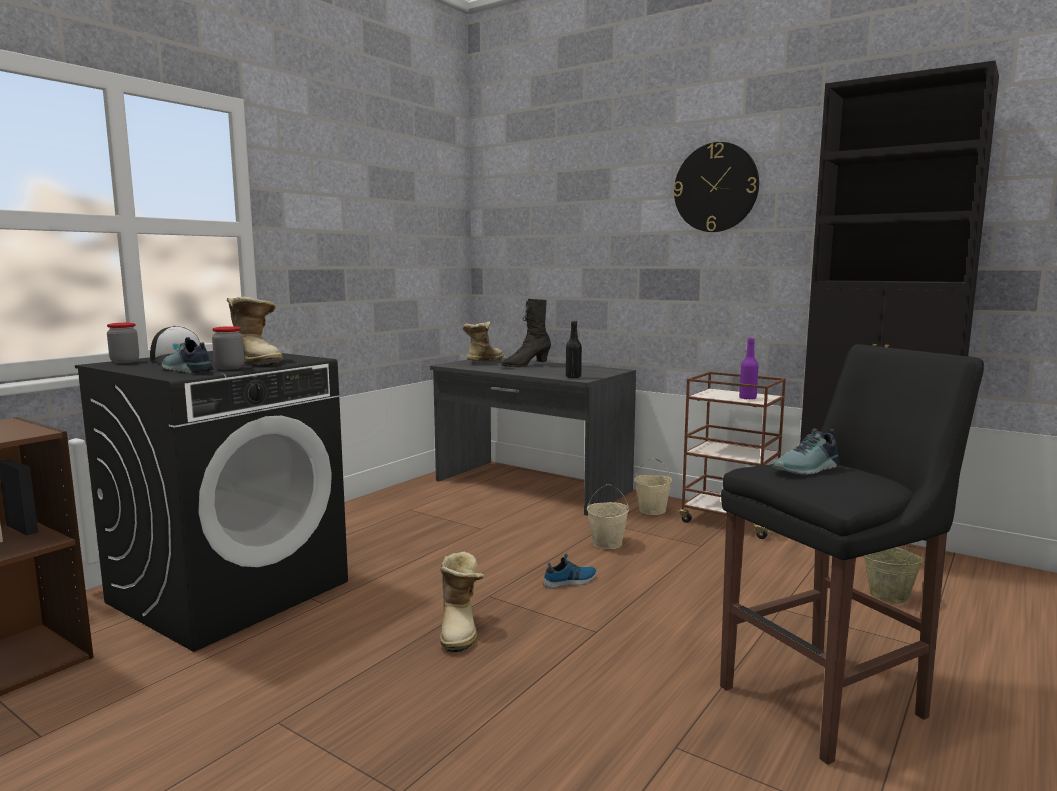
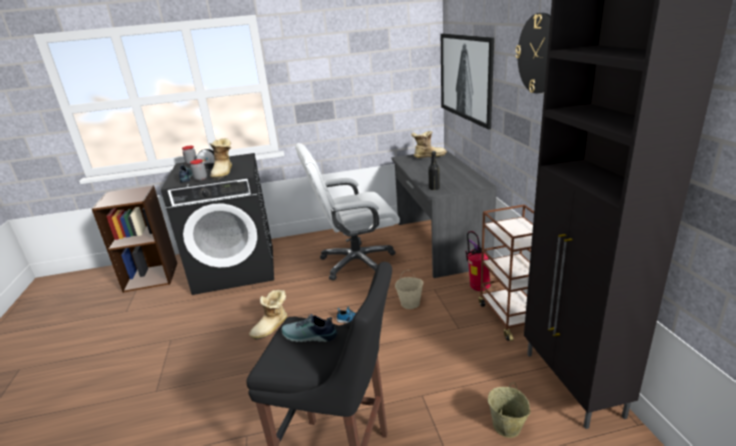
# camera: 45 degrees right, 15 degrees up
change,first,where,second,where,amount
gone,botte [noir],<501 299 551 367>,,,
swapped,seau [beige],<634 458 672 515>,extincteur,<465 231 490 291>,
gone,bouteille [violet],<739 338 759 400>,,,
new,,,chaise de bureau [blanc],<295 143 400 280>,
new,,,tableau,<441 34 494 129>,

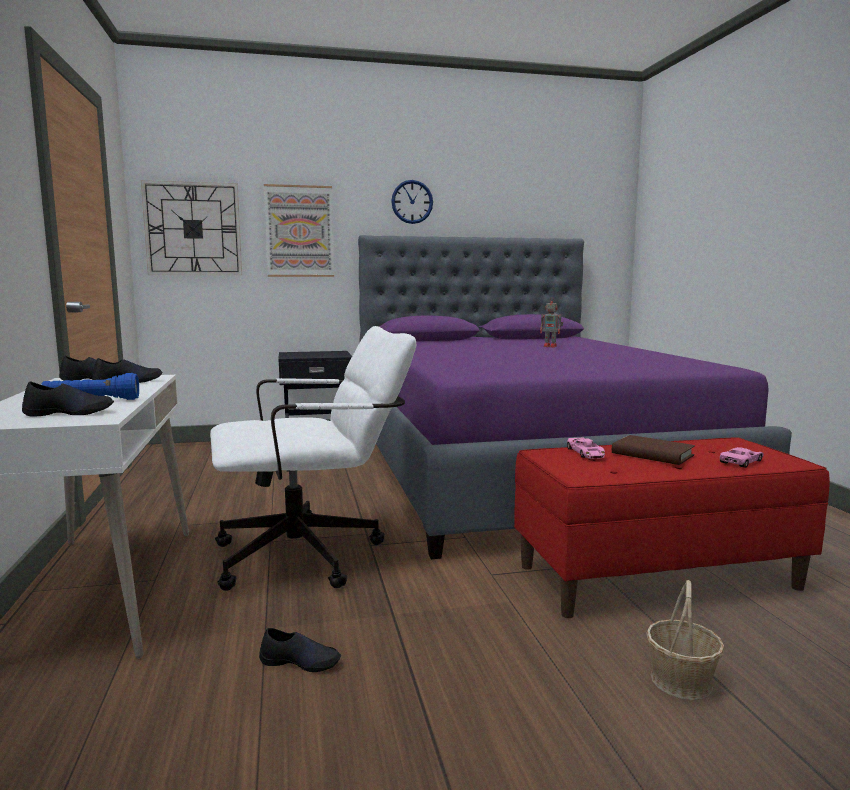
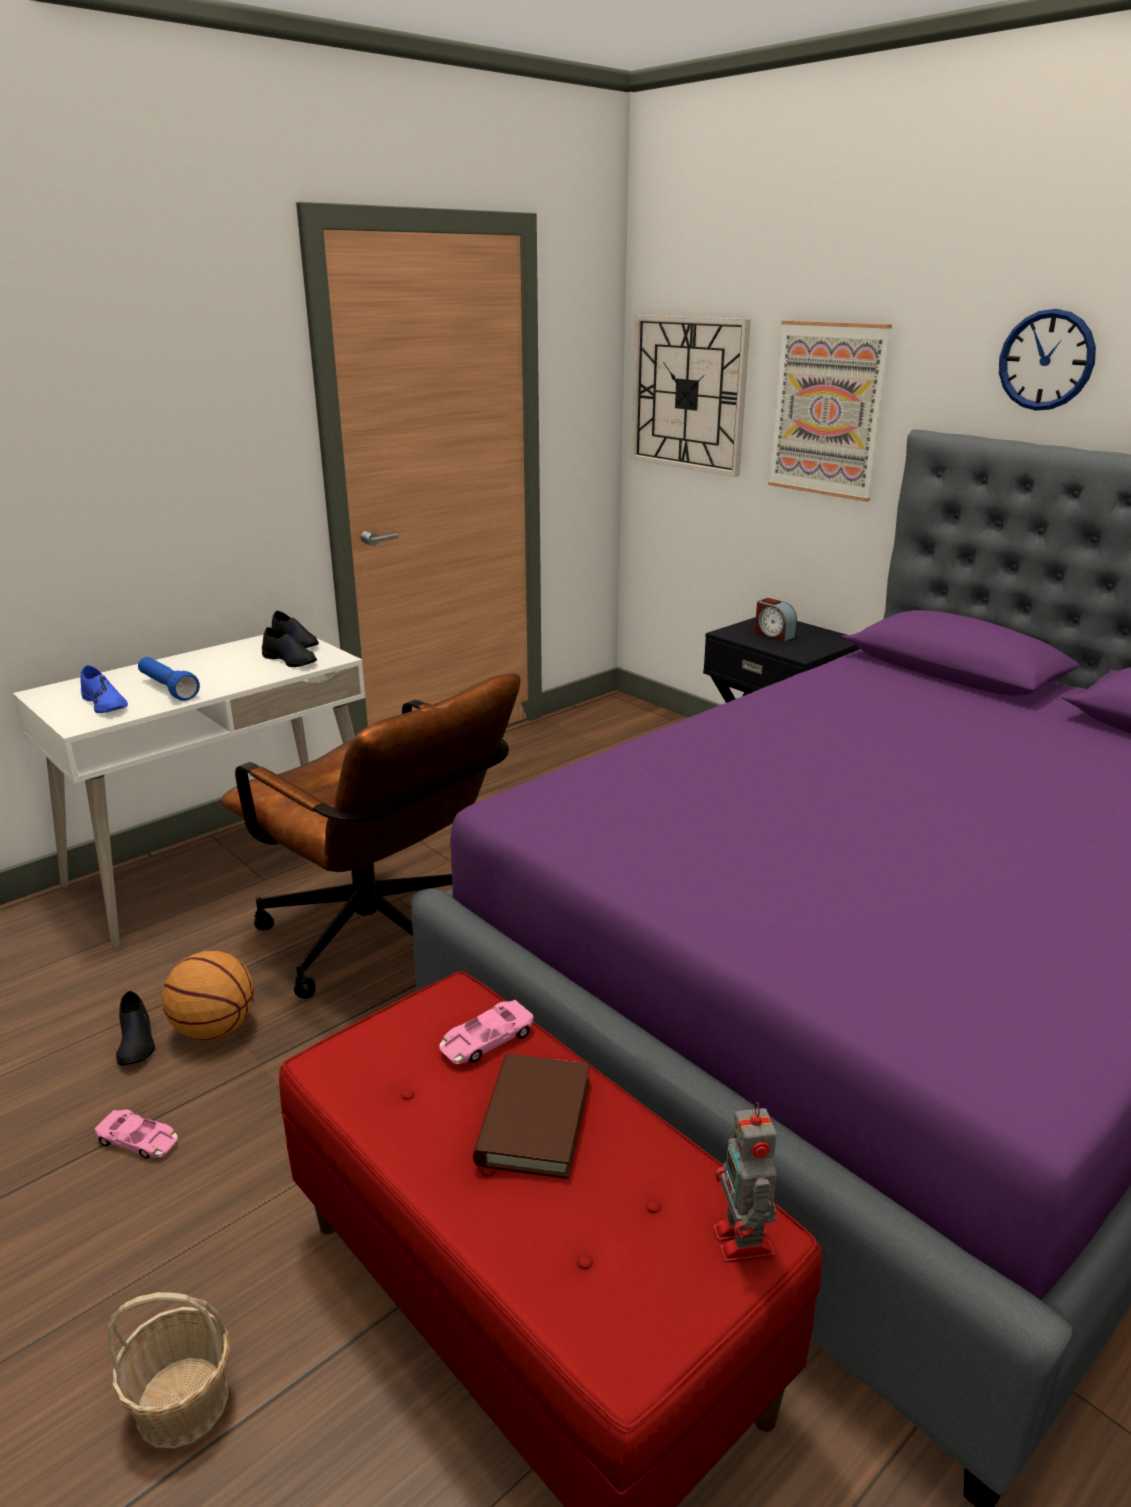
# camera: 60 degrees right, 15 degrees up
change,first,where,second,where,amount
repainted,chaussure [noir],<22 381 114 417>,chaussure [bleu],<81 665 128 713>,
repainted,chaise de bureau [blanc],<210 326 416 591>,chaise de bureau [marron],<221 673 520 999>,
shifted,robot jouet,<540 297 563 347>,,<714 1102 777 1263>,
shifted,petite voiture [rose],<720 447 764 468>,,<95 1109 178 1159>,
new,,,ballon de basket,<162 951 254 1040>,
new,,,réveil,<755 598 797 642>,

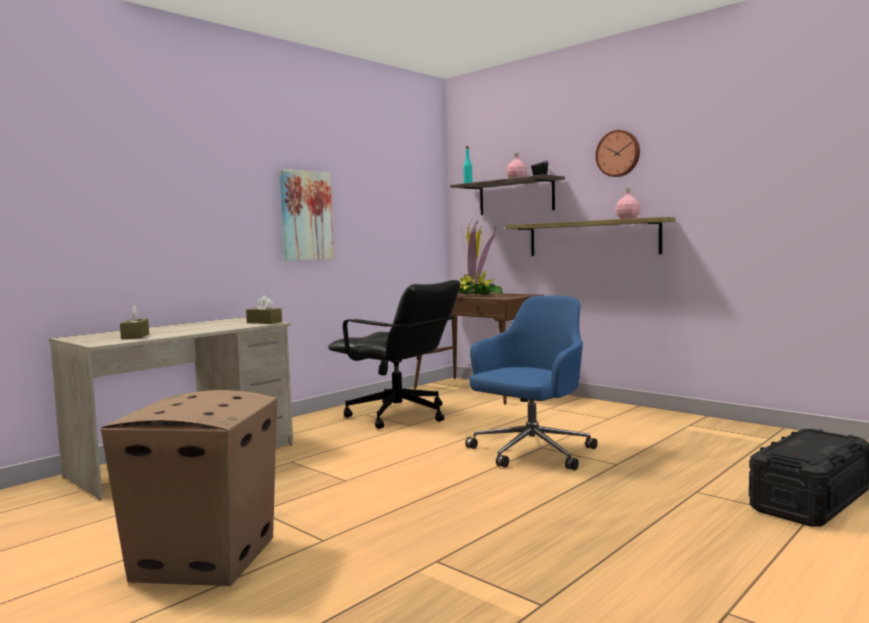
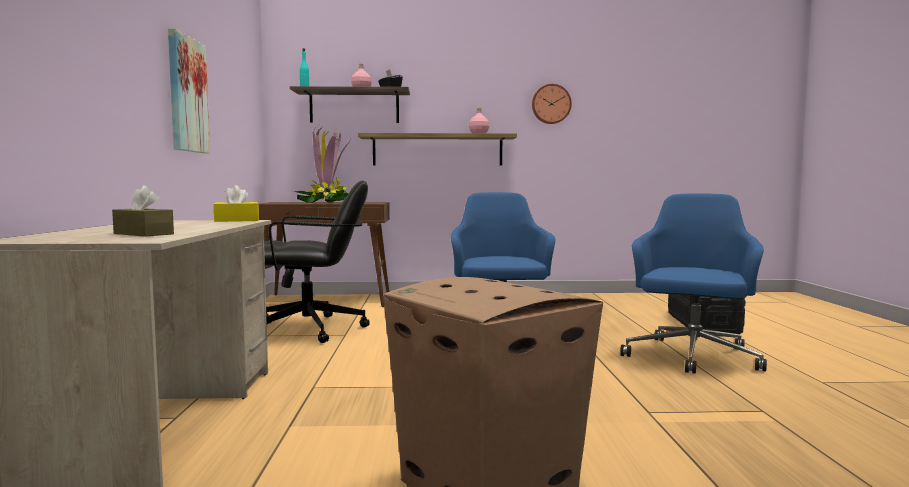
# camera: 45 degrees left, 0 degrees up
change,first,where,second,where,amount
repainted,boîte à mouchoirs [marron],<246 296 282 324>,boîte à mouchoirs [jaune],<213 185 259 222>,
shifted,horloge murale,<595 130 640 177>,,<532 84 572 124>,
new,,,chaise de bureau [bleu],<620 193 767 374>,

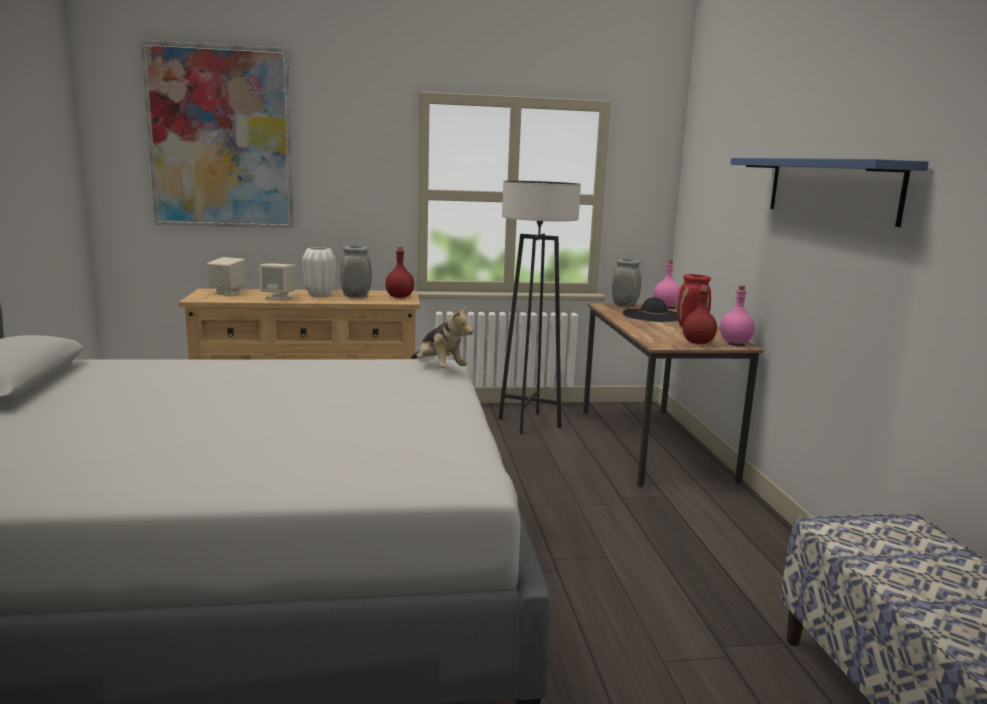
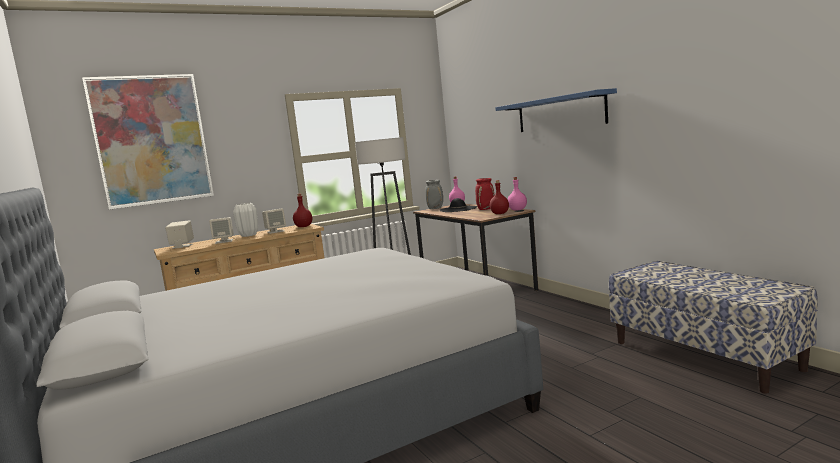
# camera: 20 degrees left, 5 degrees down
change,first,where,second,where,amount
swapped,vase [gris],<341 246 372 297>,enceinte [beige],<262 208 286 234>,
gone,peluche,<411 306 473 368>,,,

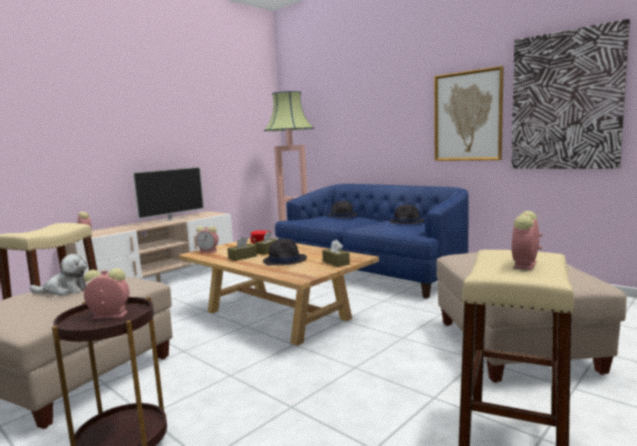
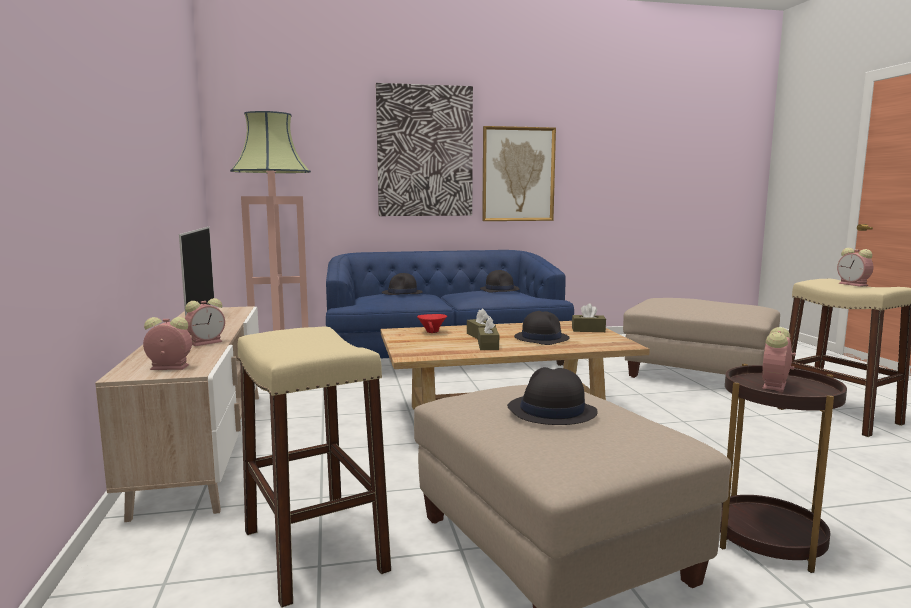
# camera: 55 degrees left, 0 degrees up
change,first,where,second,where,amount
swapped,peluche,<29 254 87 296>,chapeau [noir],<507 367 598 425>,
shifted,réveil,<196 226 219 253>,,<185 298 225 346>,
shifted,tableau,<511 19 630 169>,,<376 83 473 216>,

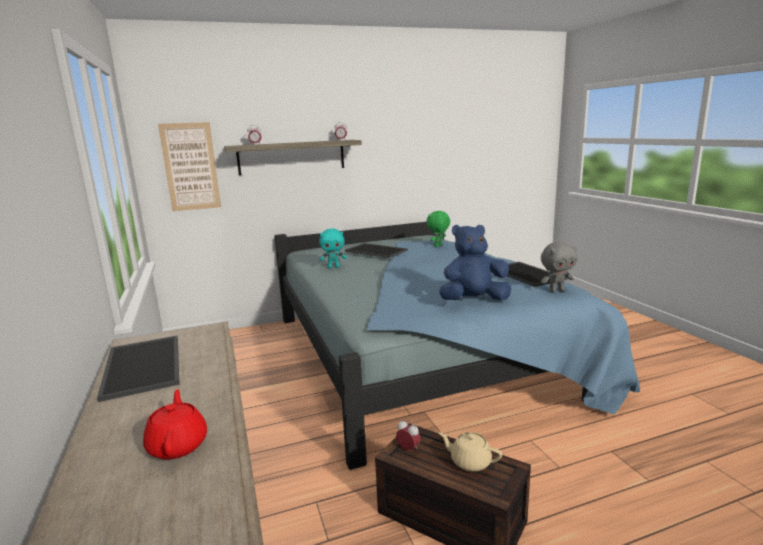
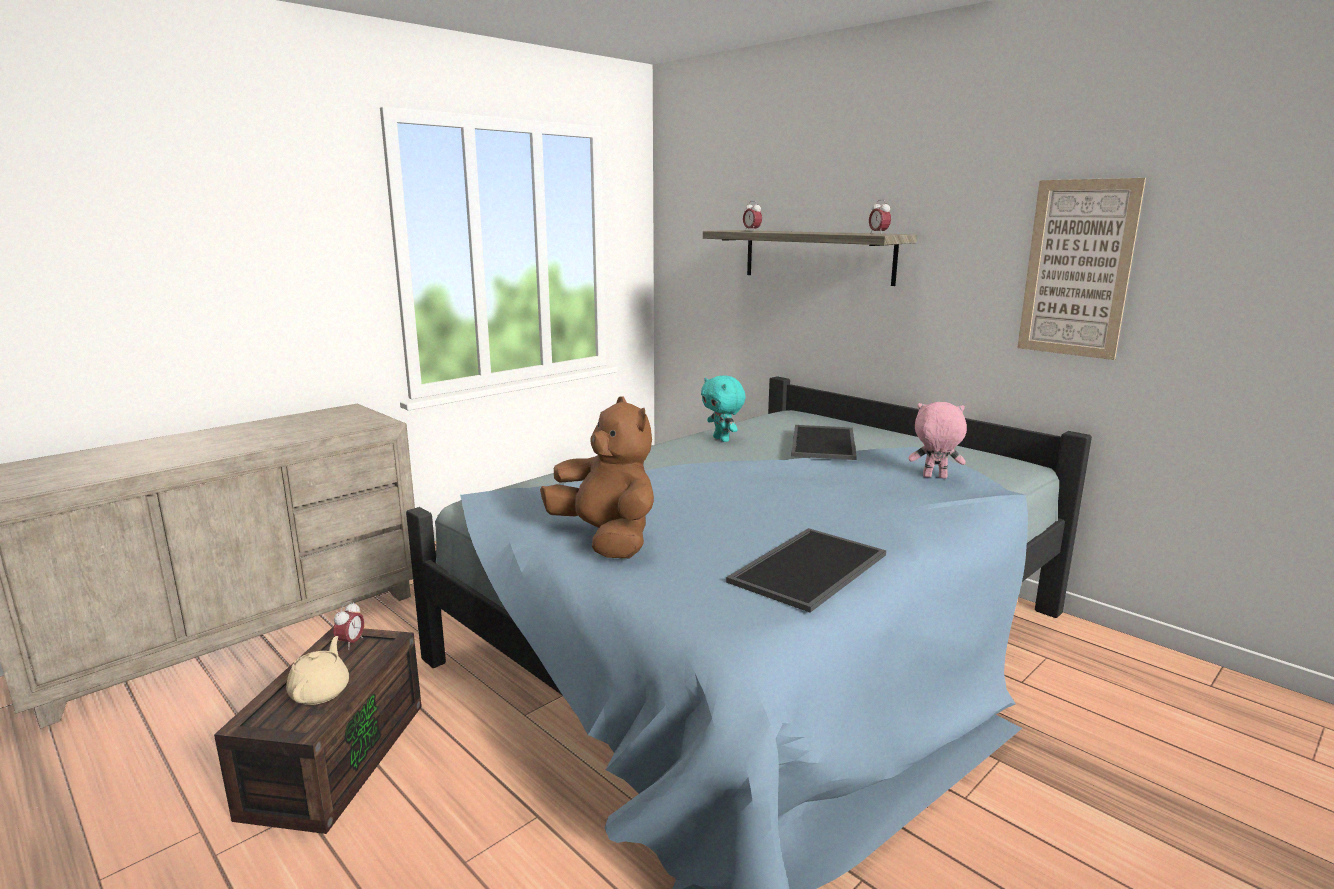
# camera: 65 degrees right, 0 degrees up
change,first,where,second,where,amount
gone,plateau,<97 336 179 402>,,,
gone,théière [rouge],<143 389 207 460>,,,
shifted,tableau,<158 122 221 211>,,<1017 178 1146 360>,
repainted,peluche [vert],<427 211 450 247>,peluche [rose],<909 402 967 479>,
repainted,peluche [bleu],<439 225 511 300>,peluche [marron],<540 396 654 558>,
gone,peluche [gris],<541 242 577 293>,,,

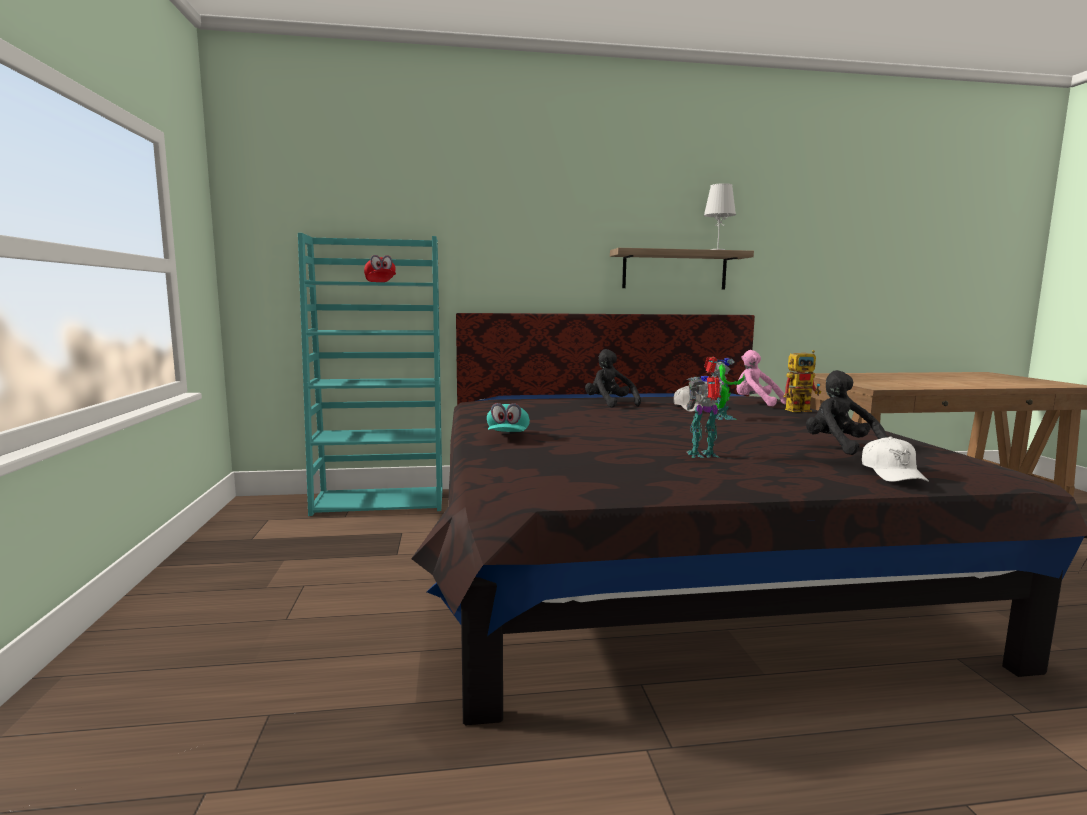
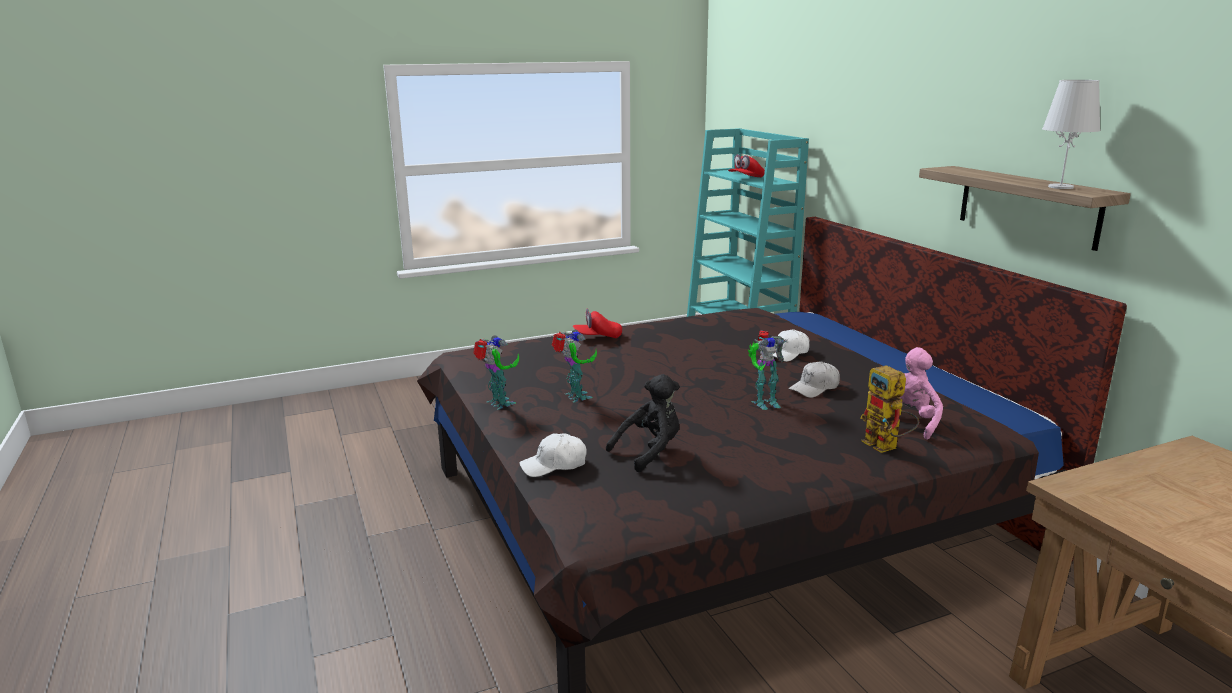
# camera: 75 degrees right, 10 degrees up
change,first,where,second,where,amount
repainted,casquette [turquoise],<487 403 530 432>,casquette [rouge],<573 309 622 338>,
swapped,peluche [noir],<585 349 641 408>,casquette [blanc],<773 329 810 362>,
new,,,robot jouet,<473 335 519 410>,

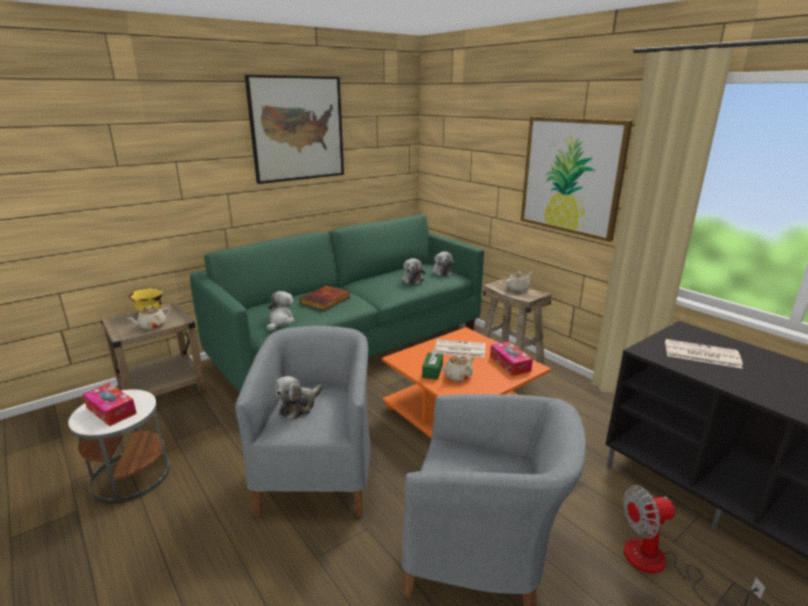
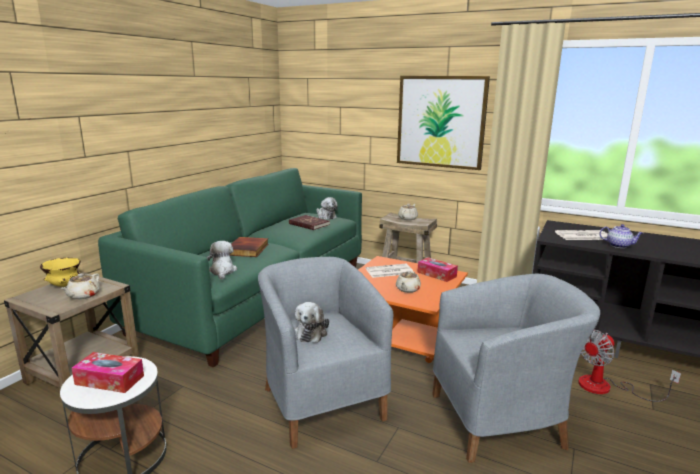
# camera: 25 degrees left, 5 degrees down
change,first,where,second,where,amount
gone,tableau,<245 75 344 184>,,,
swapped,peluche,<401 258 426 284>,livre [rouge],<289 215 330 230>,
gone,boîte à mouchoirs [vert],<422 349 443 380>,,,
new,,,théière,<599 224 643 248>,

